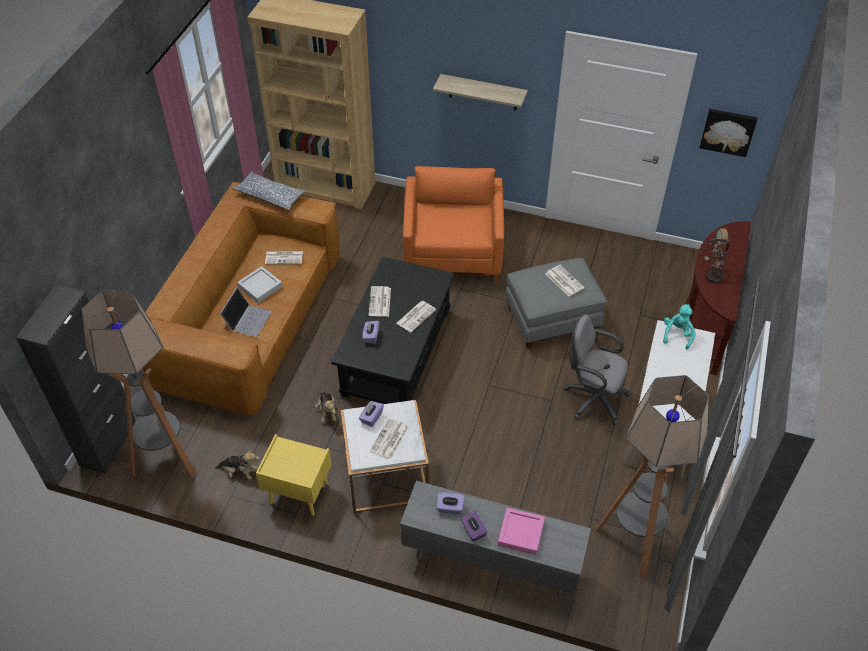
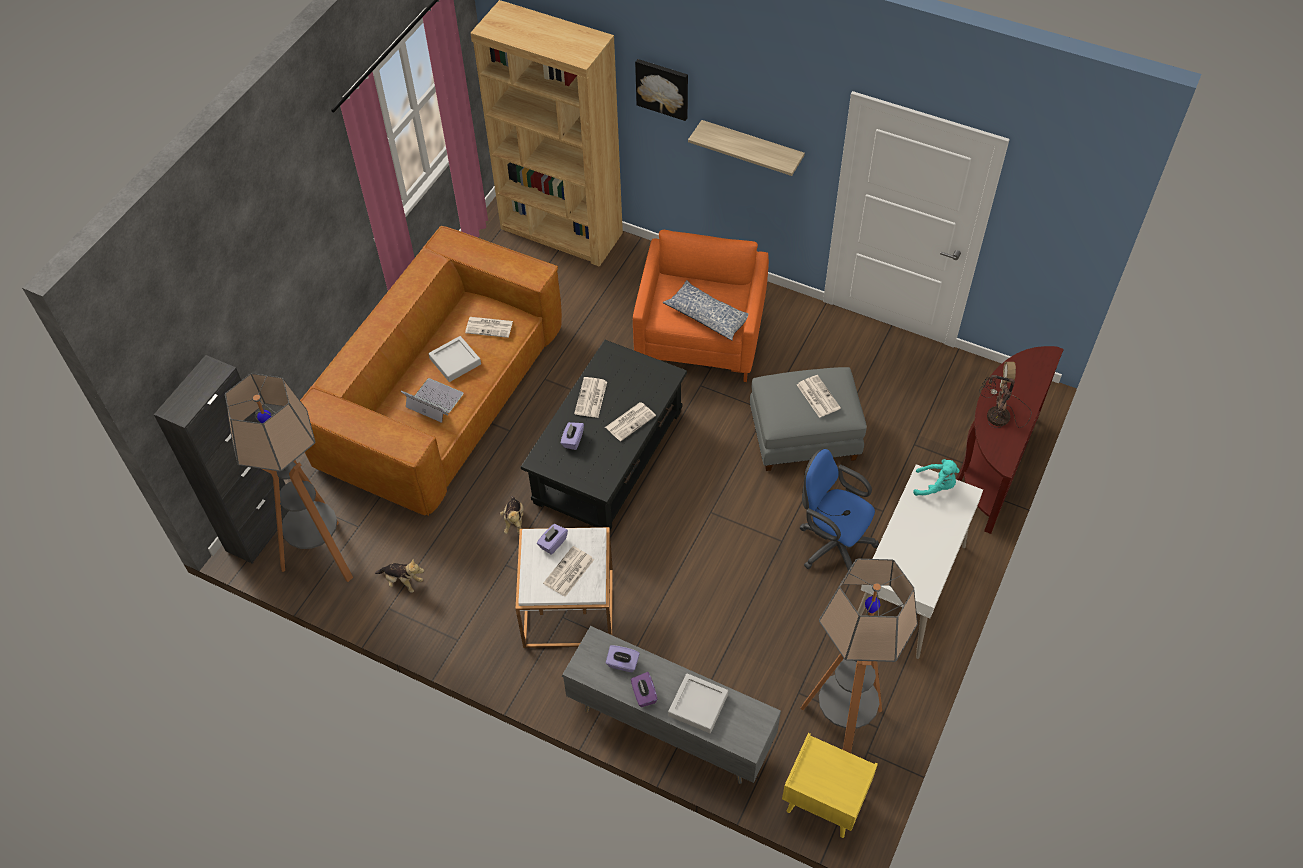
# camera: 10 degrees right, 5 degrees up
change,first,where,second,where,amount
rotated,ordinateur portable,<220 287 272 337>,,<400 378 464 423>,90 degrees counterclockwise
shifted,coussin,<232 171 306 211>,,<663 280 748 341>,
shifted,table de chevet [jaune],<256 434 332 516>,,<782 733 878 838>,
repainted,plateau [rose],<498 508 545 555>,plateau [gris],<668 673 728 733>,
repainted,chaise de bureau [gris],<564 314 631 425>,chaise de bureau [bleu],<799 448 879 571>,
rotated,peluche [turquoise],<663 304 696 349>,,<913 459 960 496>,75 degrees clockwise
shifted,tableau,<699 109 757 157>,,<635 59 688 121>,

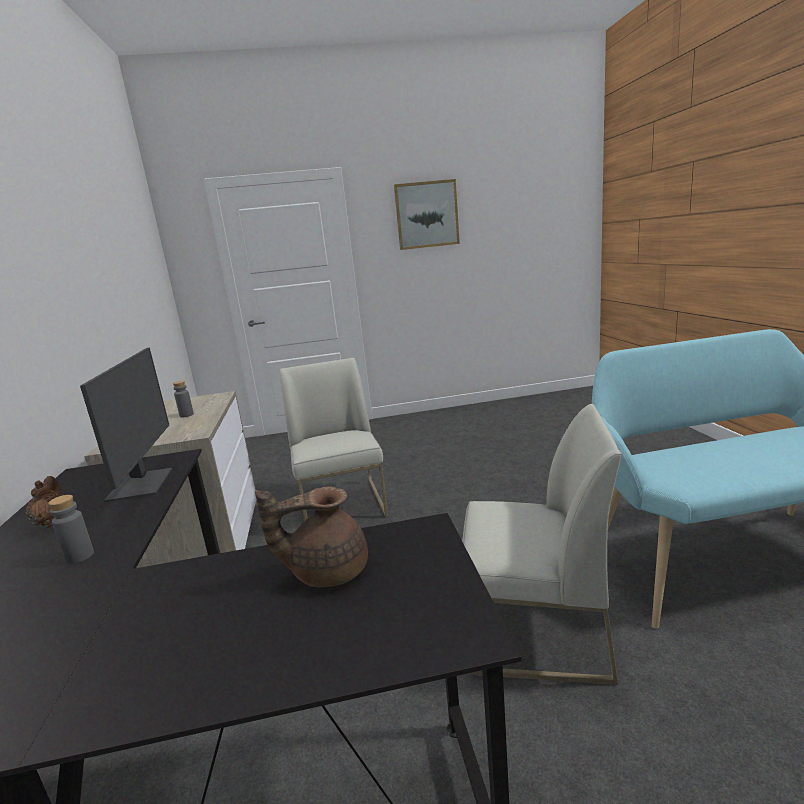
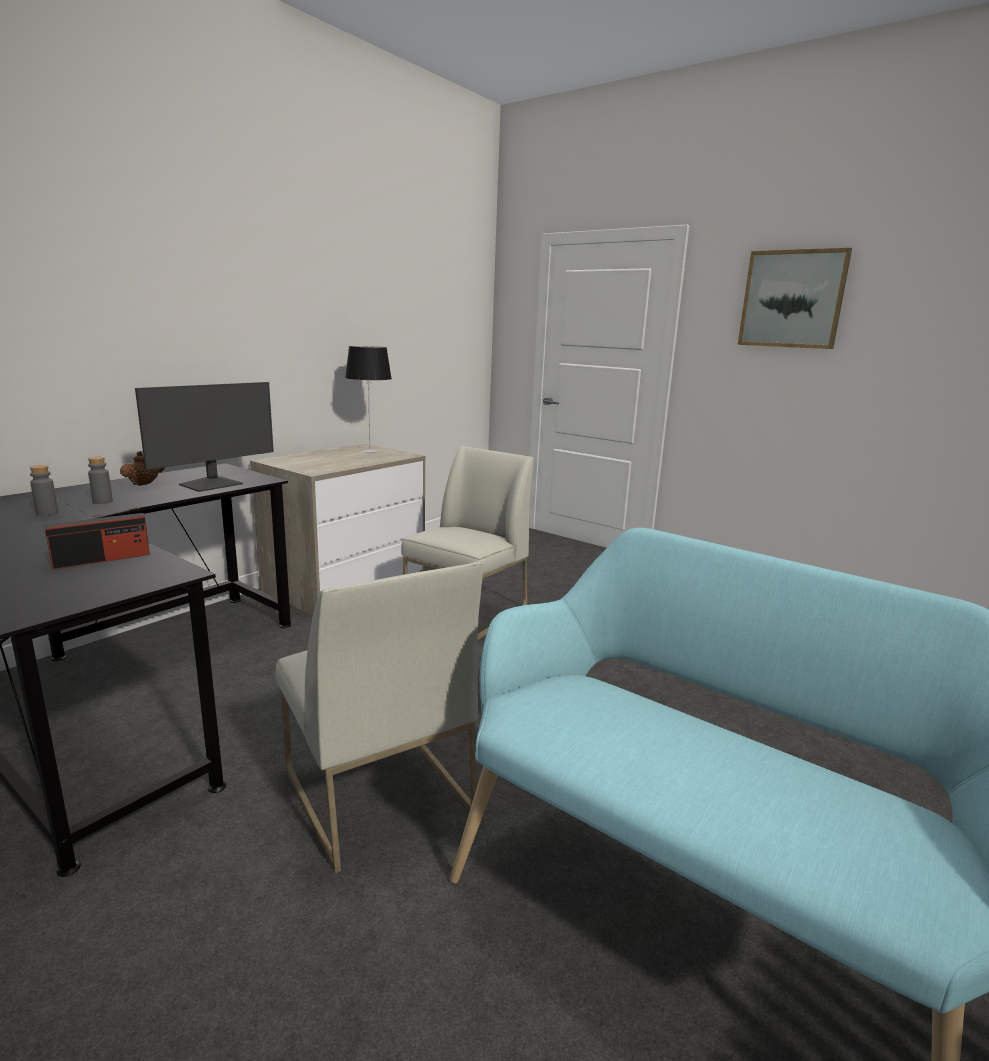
# camera: 45 degrees right, 0 degrees up
change,first,where,second,where,amount
shifted,bouteille [gris],<173 381 194 417>,,<30 465 58 516>,
swapped,théière [marron],<255 486 368 587>,radio,<44 507 150 570>,
new,,,lampe de table,<345 346 392 453>,

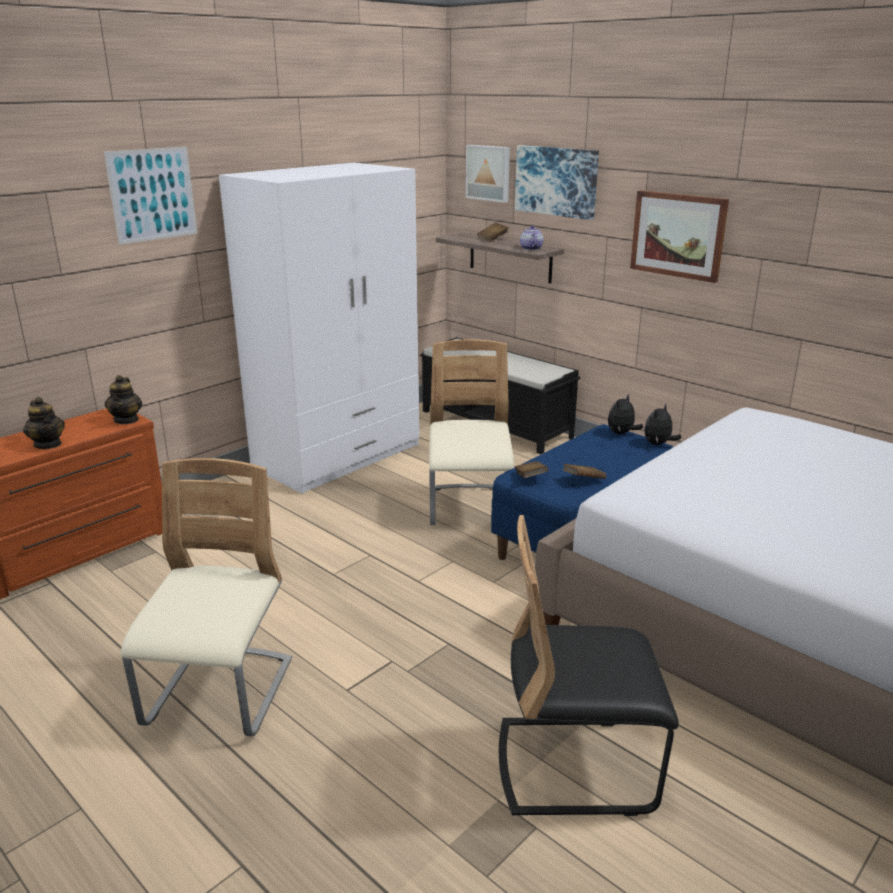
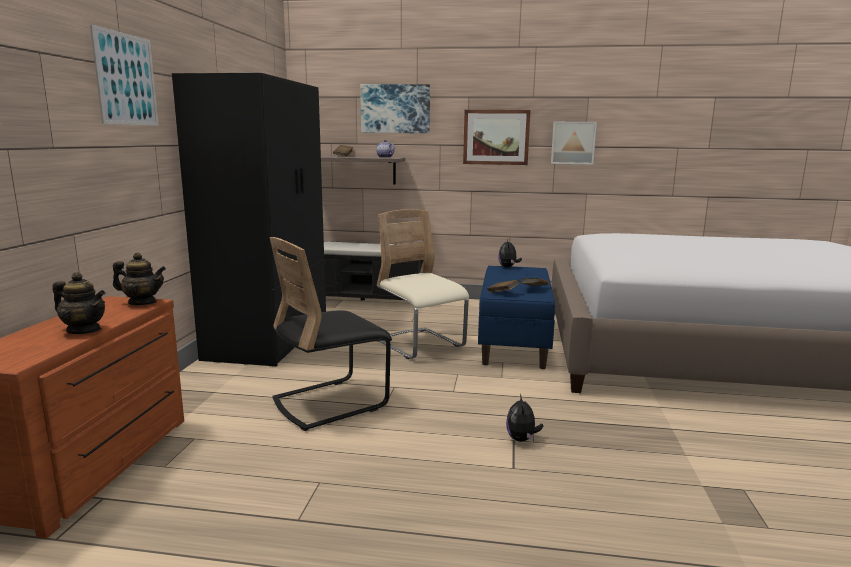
# camera: 35 degrees left, 10 degrees down
change,first,where,second,where,amount
rotated,théière,<105 375 142 424>,,<113 253 166 305>,45 degrees counterclockwise
gone,chaise [beige],<121 458 292 736>,,,
repainted,armoire [blanc],<219 163 420 494>,armoire [noir],<172 73 326 366>,
shifted,tableau,<466 145 510 203>,,<551 122 597 165>,
shifted,chaise [noir],<499 515 679 816>,,<270 237 392 431>,
shifted,peluche,<645 403 681 445>,,<506 394 543 442>,

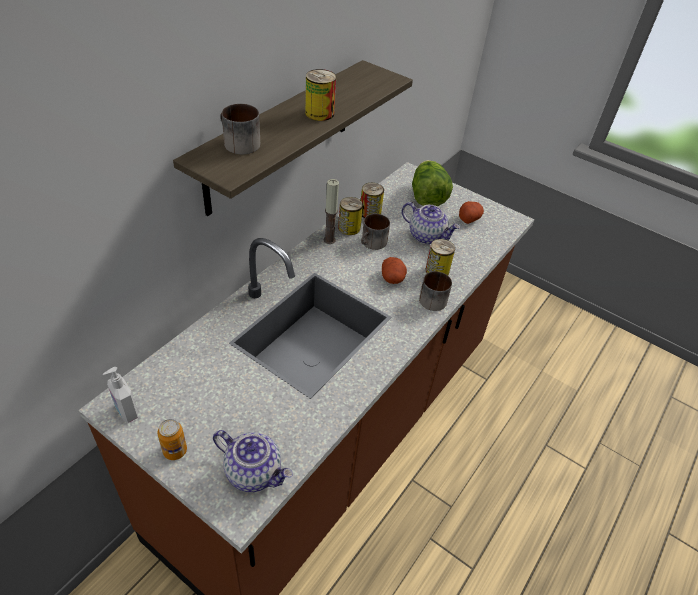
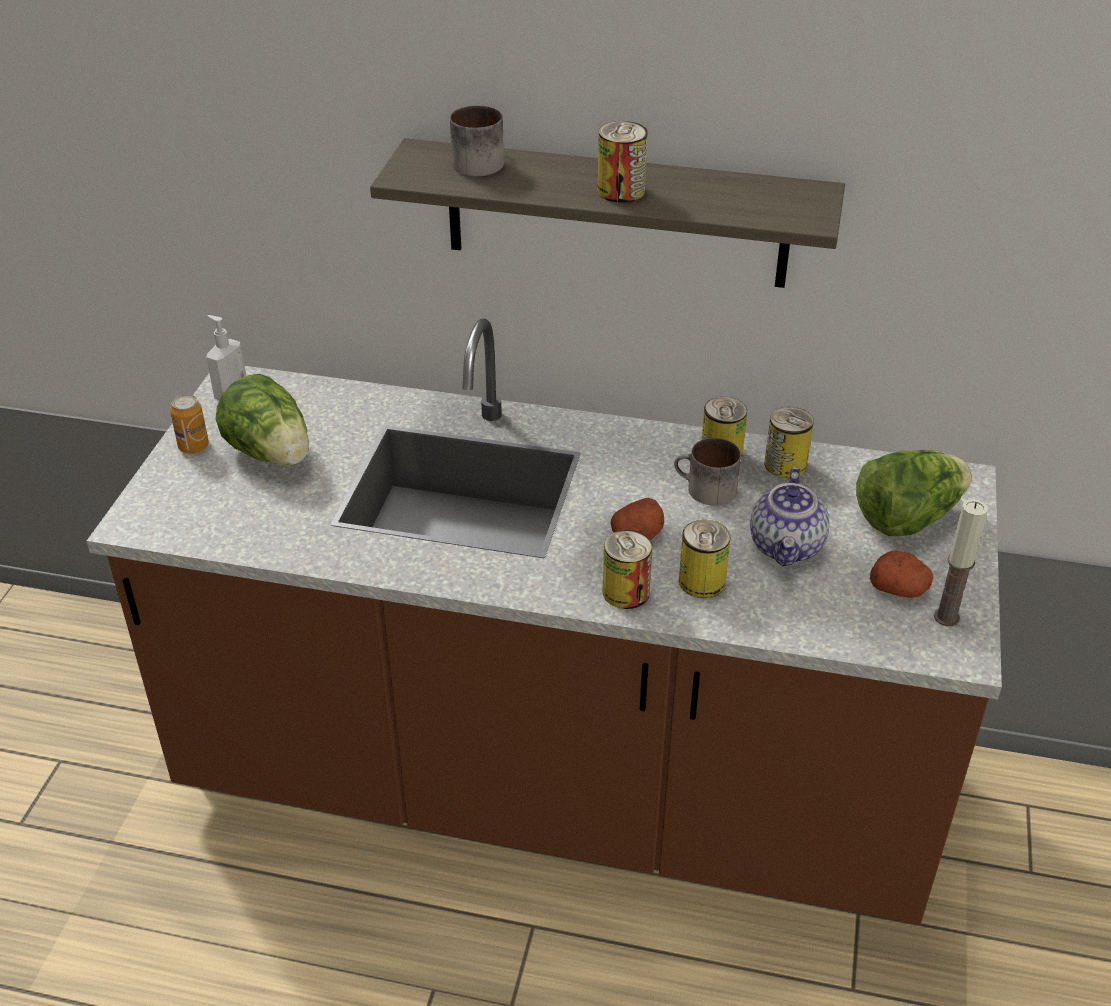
# camera: 70 degrees right, 5 degrees down
change,first,where,second,where,amount
gone,théière,<213 430 293 492>,,,
shifted,bougie,<324 179 339 244>,,<934 499 988 626>,
swapped,mug,<419 271 452 311>,boîte métallique,<603 530 653 609>,
new,,,laitue,<216 374 309 466>,

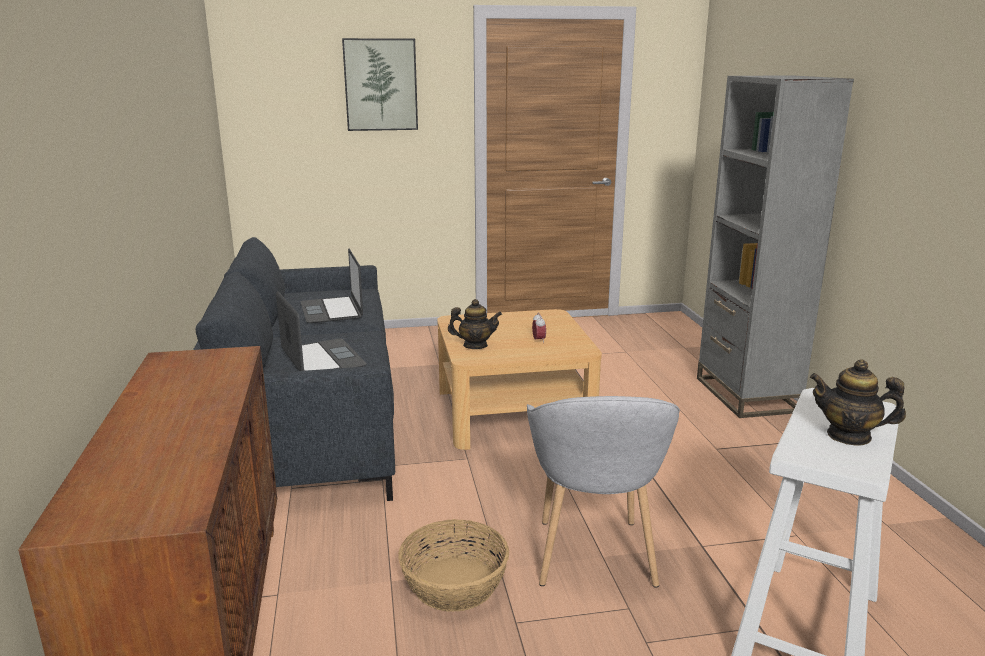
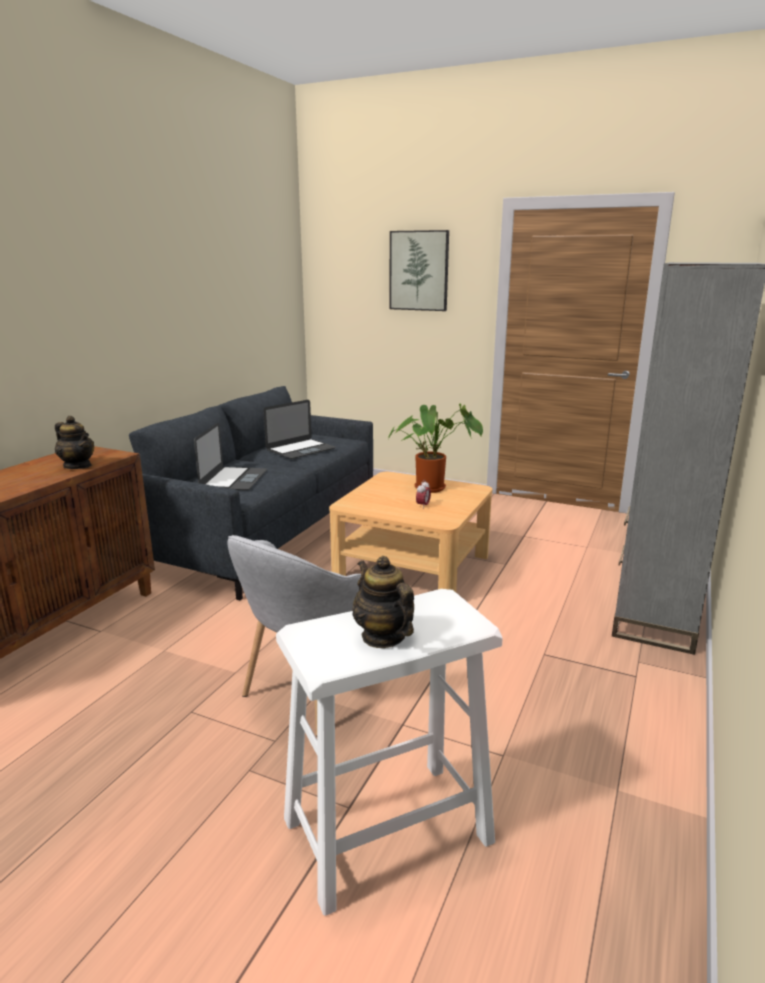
# camera: 35 degrees right, 0 degrees up
change,first,where,second,where,amount
rotated,ordinateur portable,<301 248 363 323>,,<263 400 336 459>,150 degrees counterclockwise
gone,panier,<398 519 509 612>,,,
shifted,théière,<448 299 502 349>,,<55 416 95 469>,
new,,,plante en pot,<387 403 483 493>,

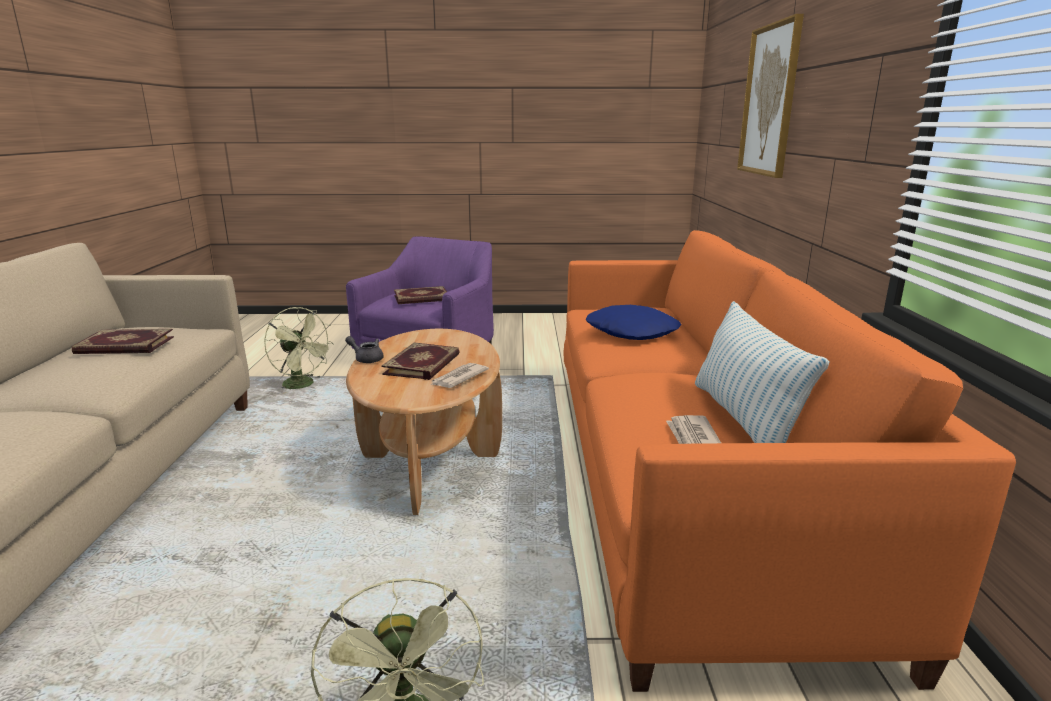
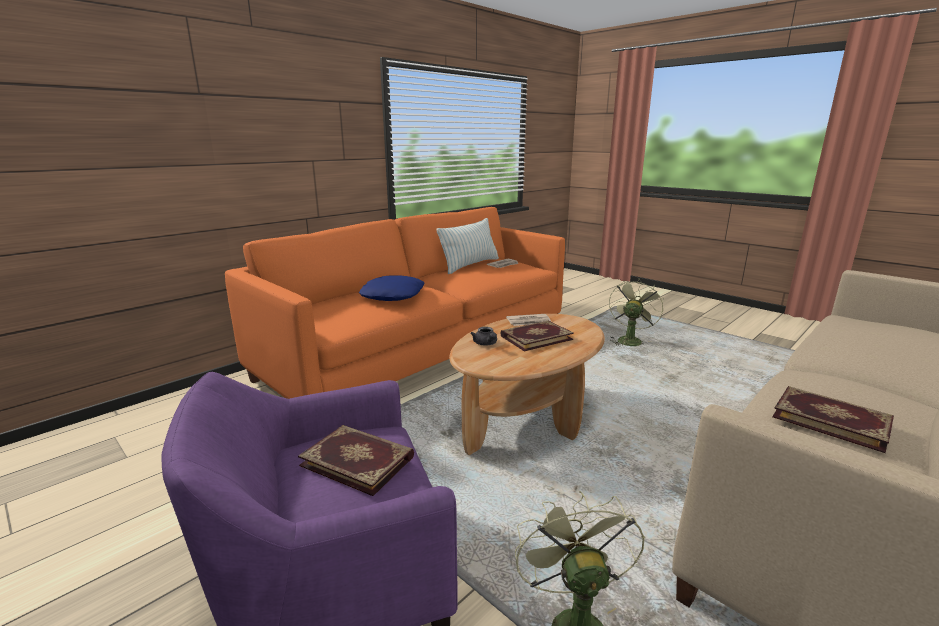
# camera: 135 degrees left, 0 degrees up
change,first,where,second,where,amount
shifted,théière [gris],<345 336 384 363>,,<470 327 497 346>,
gone,tableau,<737 14 804 178>,,,

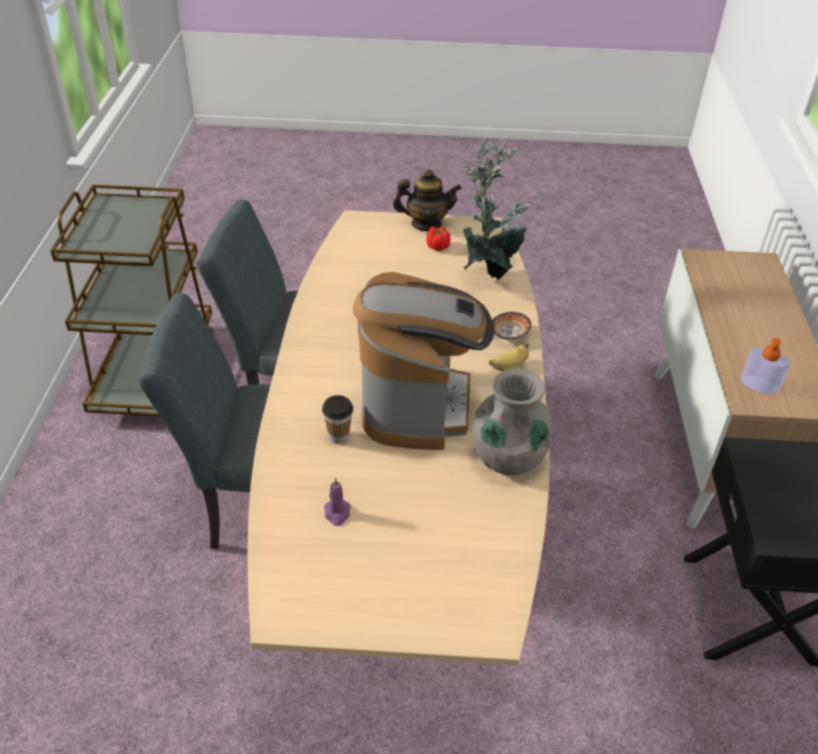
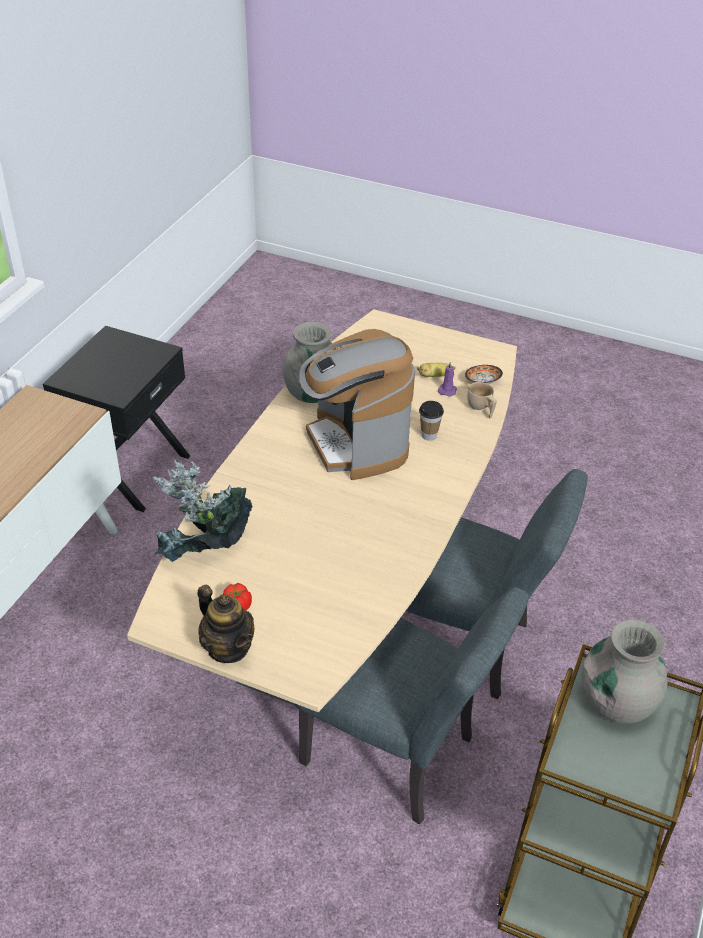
# camera: 160 degrees left, 0 degrees up
change,first,where,second,where,amount
rotated,machine à café,<353 272 494 450>,,<299 329 415 480>,45 degrees counterclockwise
rotated,théière,<393 169 462 231>,,<197 585 254 663>,150 degrees counterclockwise
shifted,banane,<489 342 529 371>,,<417 363 455 377>,
shifted,bol,<492 312 531 340>,,<465 365 503 384>,
gone,distributeur de savon,<741 338 790 394>,,,
new,,,tasse [beige],<467 382 497 418>,
new,,,vase [gris],<581 619 668 724>,

